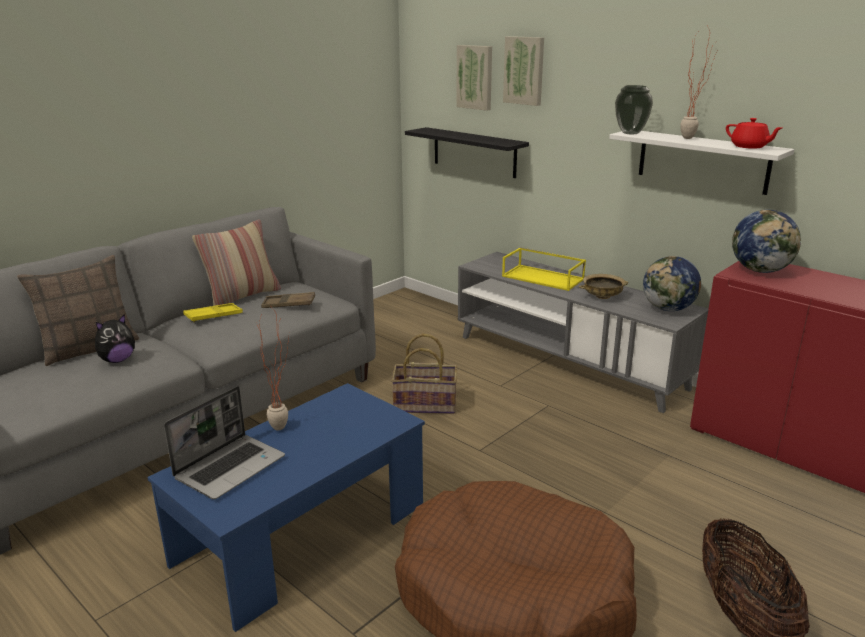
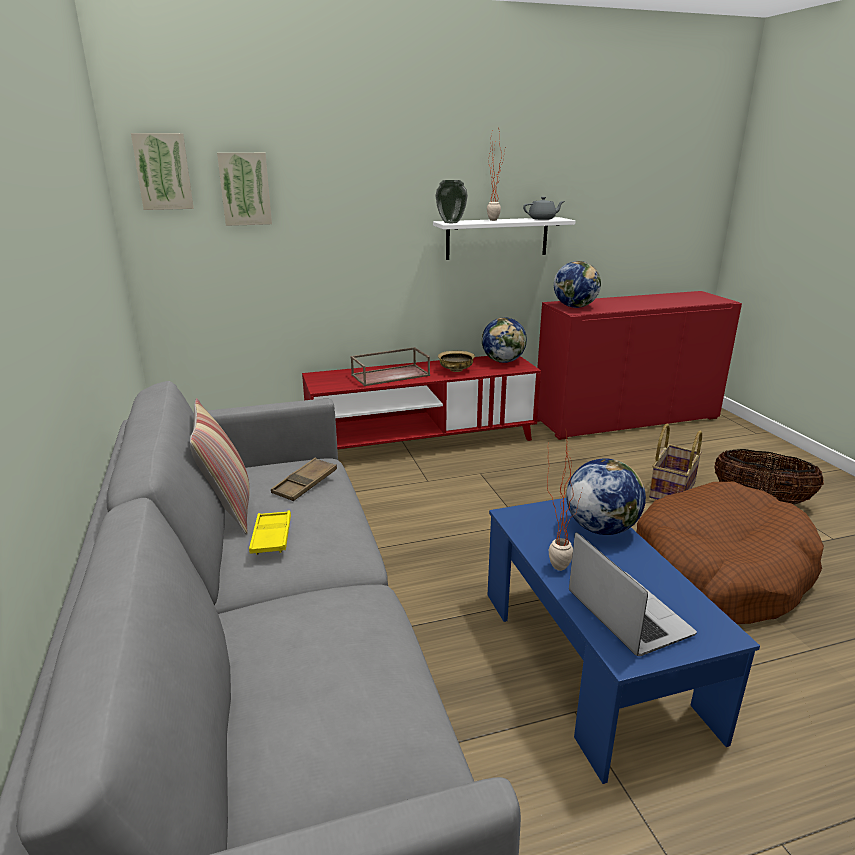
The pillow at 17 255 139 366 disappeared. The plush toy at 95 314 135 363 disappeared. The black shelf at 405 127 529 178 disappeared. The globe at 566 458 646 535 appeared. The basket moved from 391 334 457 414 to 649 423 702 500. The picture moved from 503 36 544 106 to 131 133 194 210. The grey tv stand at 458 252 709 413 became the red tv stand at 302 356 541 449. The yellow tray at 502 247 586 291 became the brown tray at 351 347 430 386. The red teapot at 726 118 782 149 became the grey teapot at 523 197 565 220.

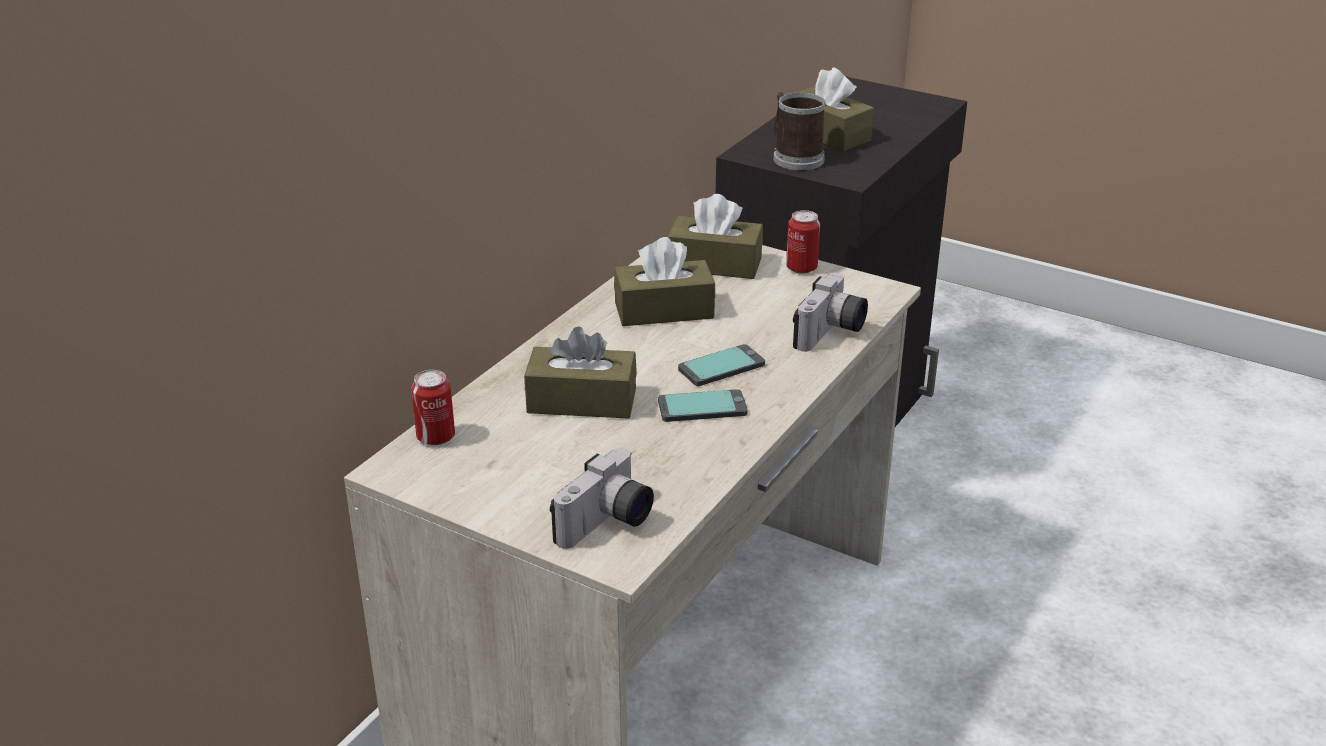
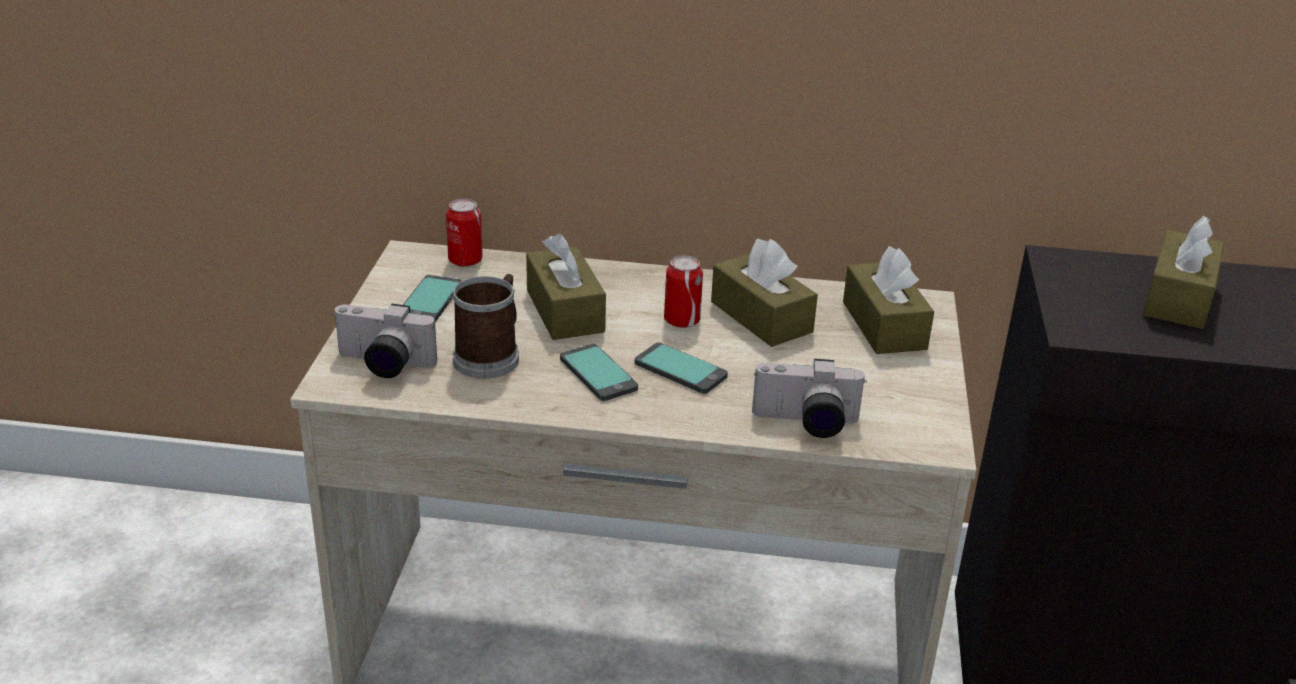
The phone at 403 275 462 322 appeared. The mug moved from 774 92 826 170 to 452 274 519 379. The can moved from 786 210 820 274 to 664 255 703 328.

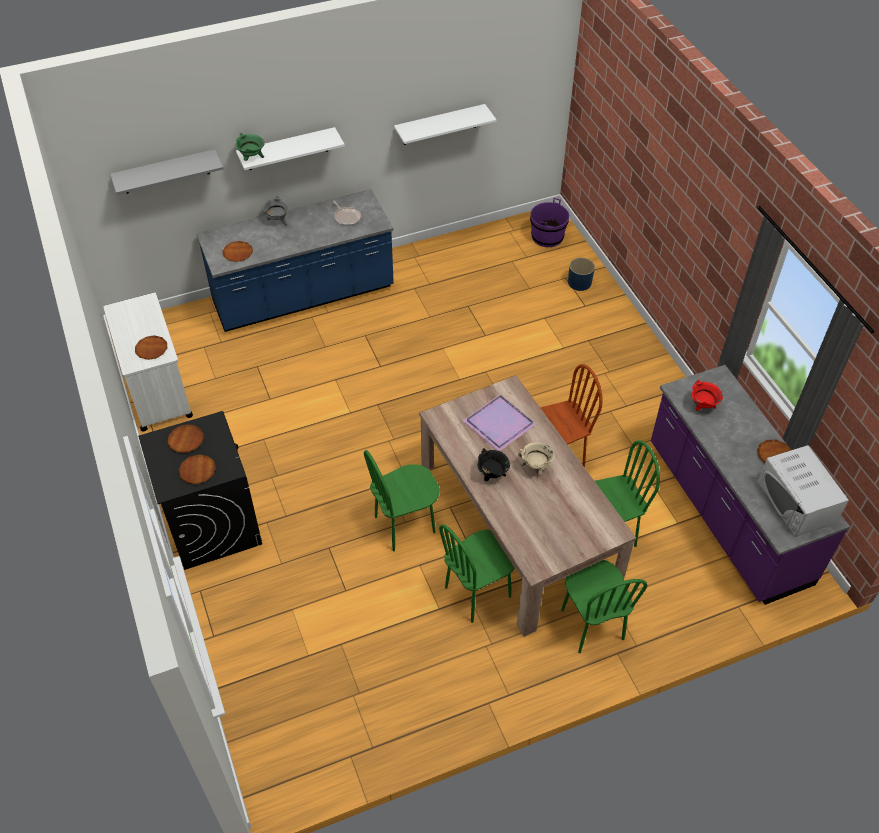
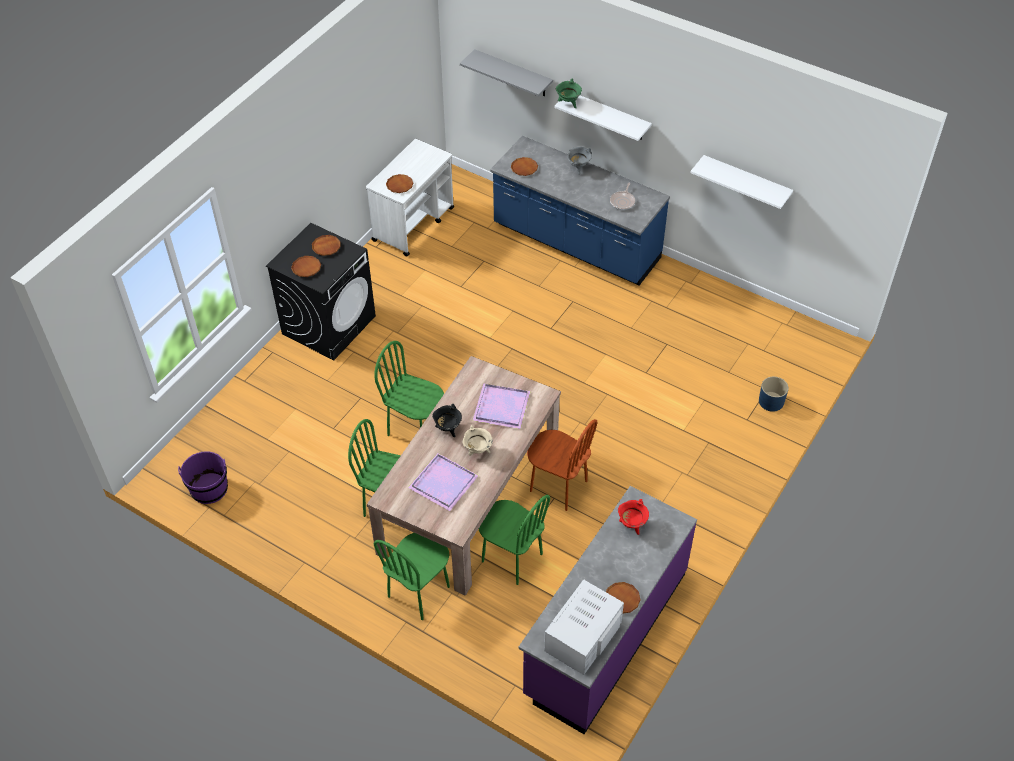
The purple tray at 408 453 479 511 appeared. The purple bucket moved from 530 198 569 247 to 178 451 228 504.

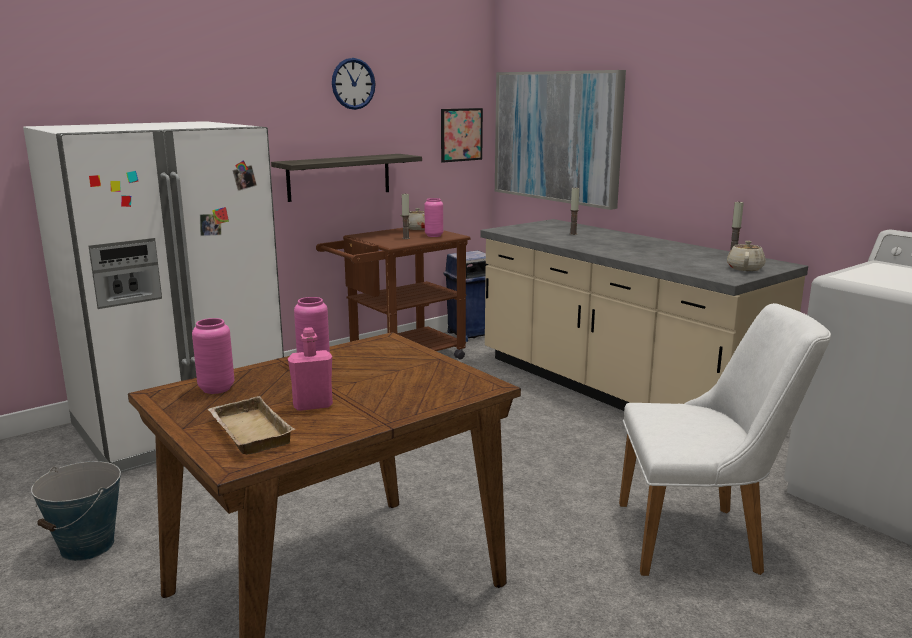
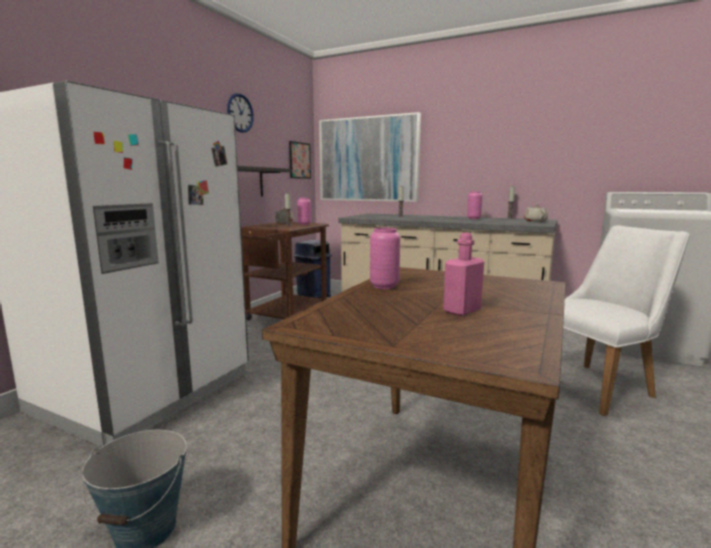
The beige tray at 208 396 296 455 disappeared. The pink vase moved from 192 318 234 394 to 467 191 482 219.

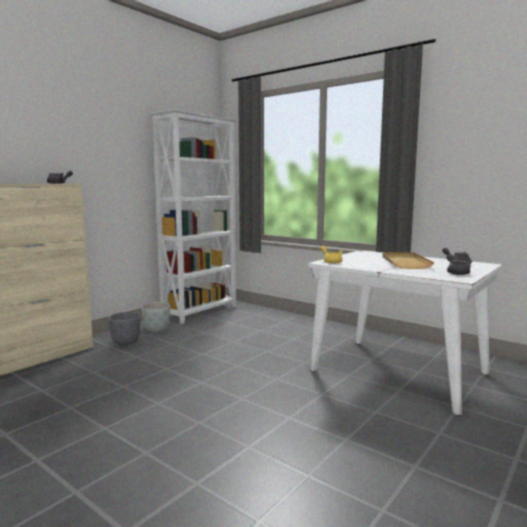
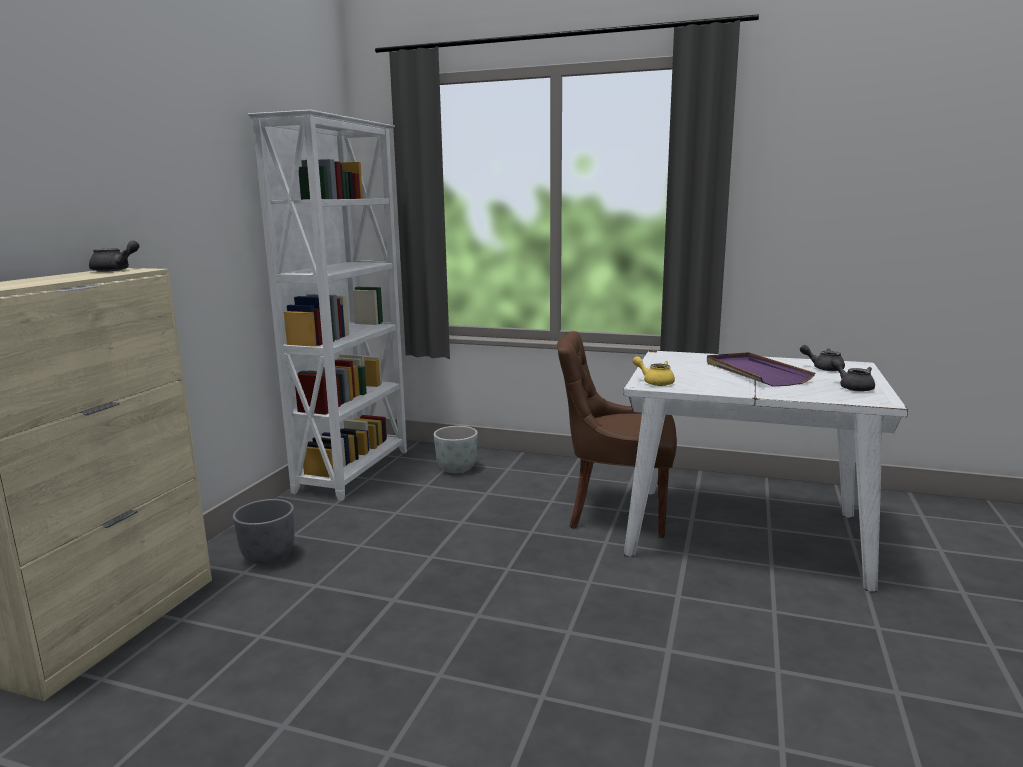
The brown chair at 557 331 677 538 appeared. The grey planter moved from 141 302 170 332 to 434 426 478 473. The beige tray at 382 252 434 269 became the purple tray at 707 352 815 386.

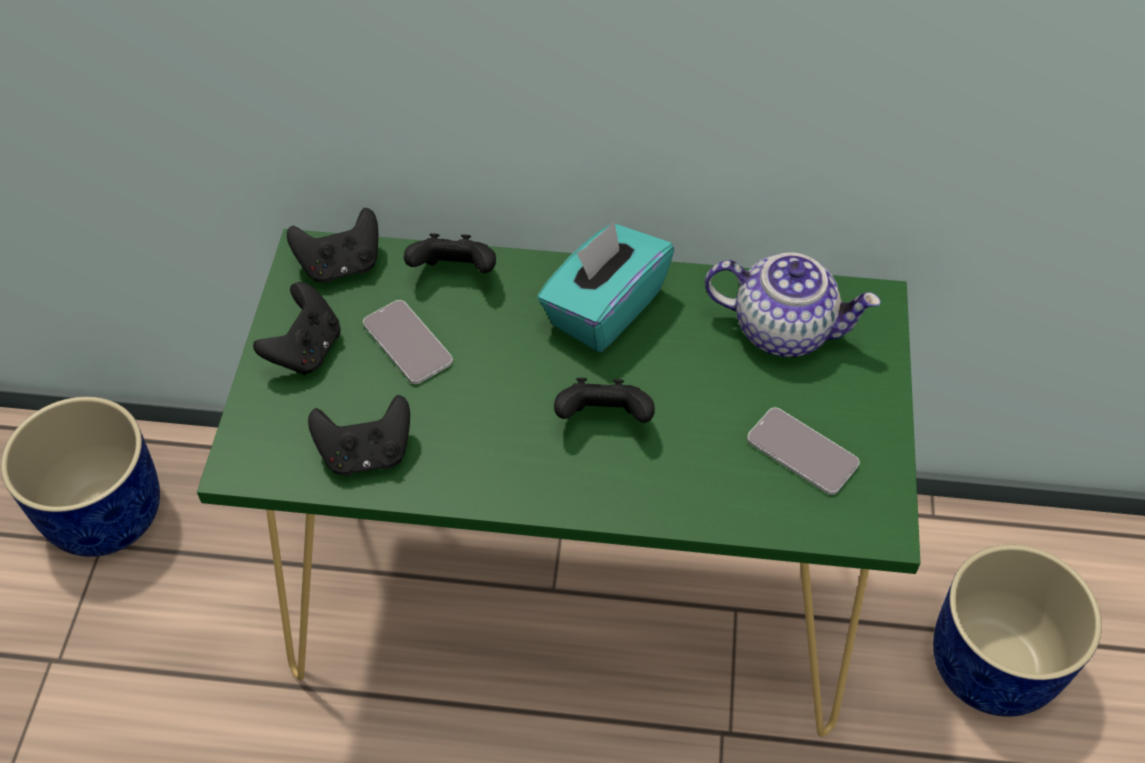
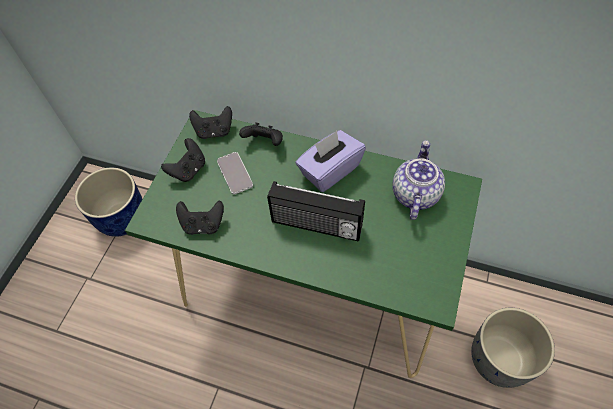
The phone at 747 408 860 495 disappeared. The black game controller at 554 378 655 423 was replaced by the radio at 267 181 365 242. The turquoise tissue box at 537 221 674 352 became the purple tissue box at 296 130 366 192. The blue planter at 933 544 1102 717 became the grey planter at 471 308 555 388. The teapot at 705 252 881 357 turned 105 degrees counterclockwise.

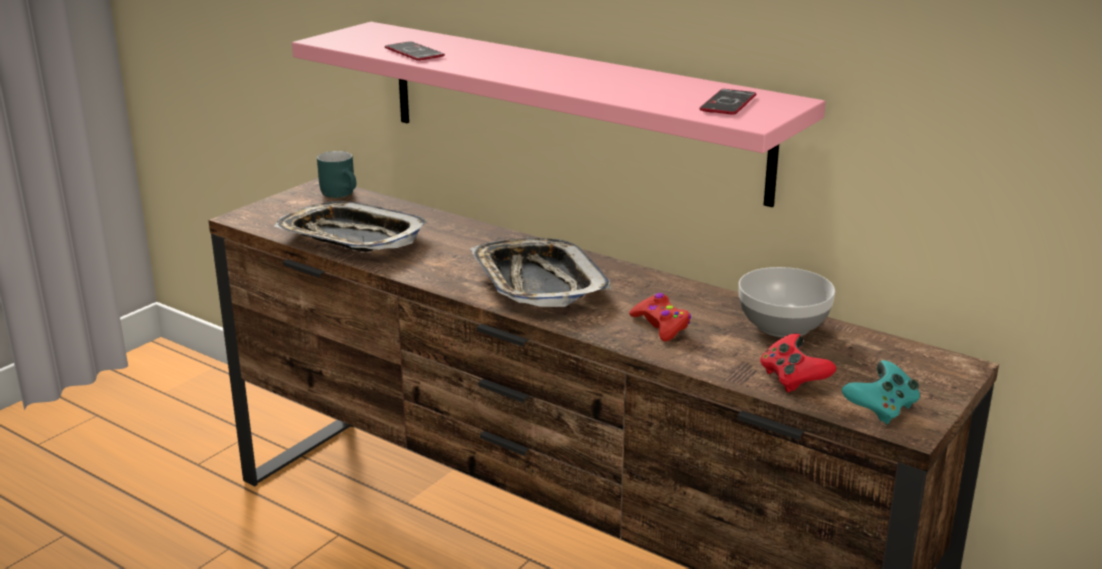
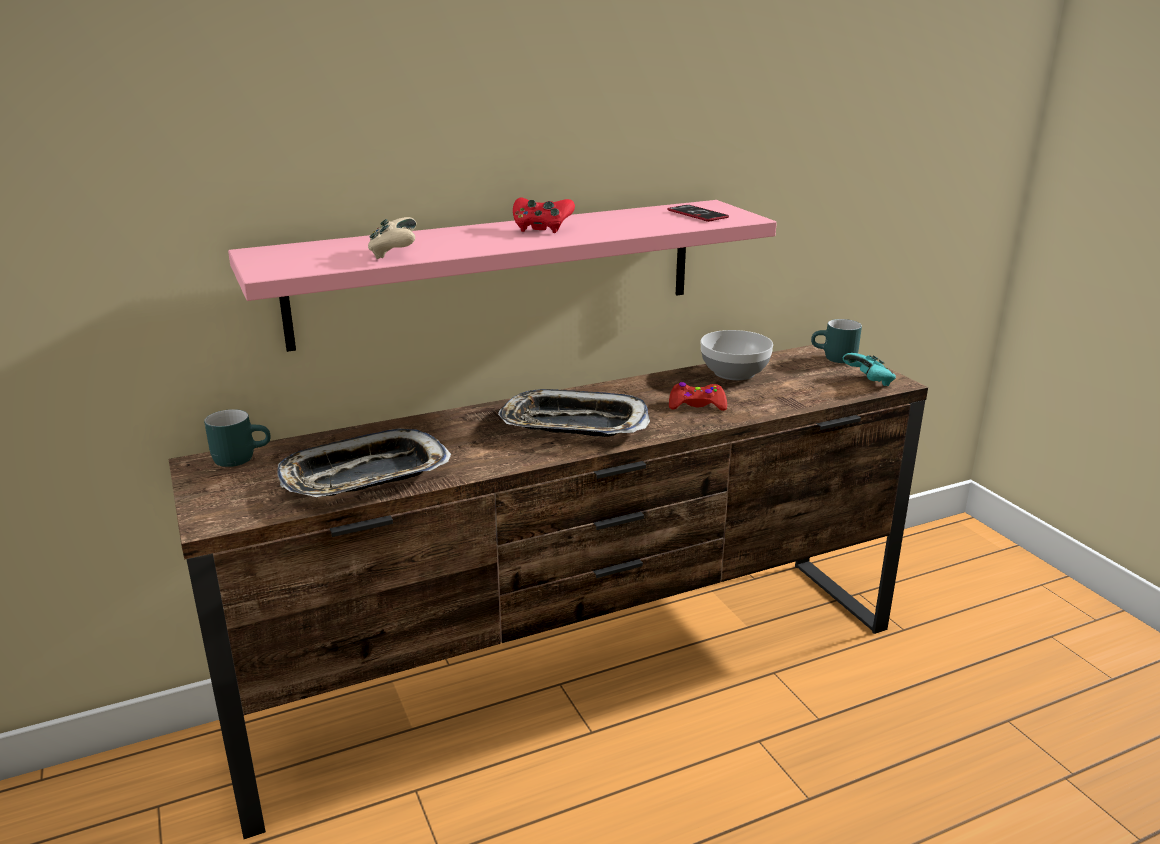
The turquoise mug at 811 319 862 363 appeared. The red game controller moved from 760 334 836 392 to 513 197 575 233. The phone at 385 41 445 61 was replaced by the beige game controller at 368 217 416 259.

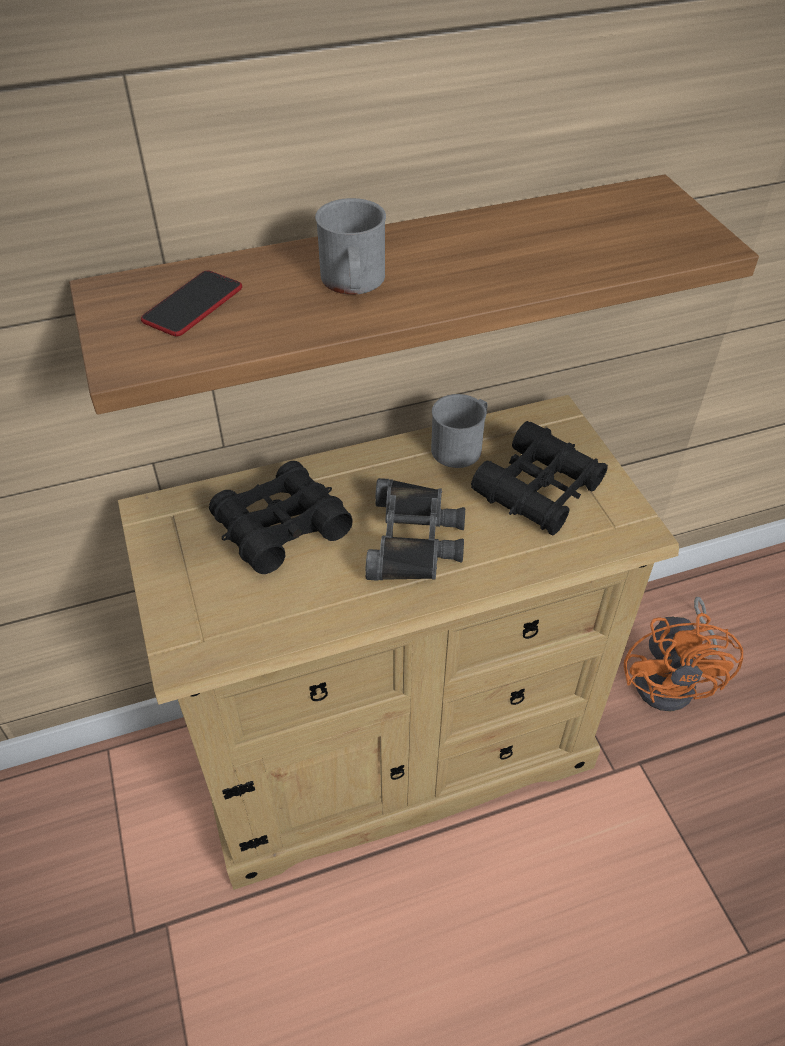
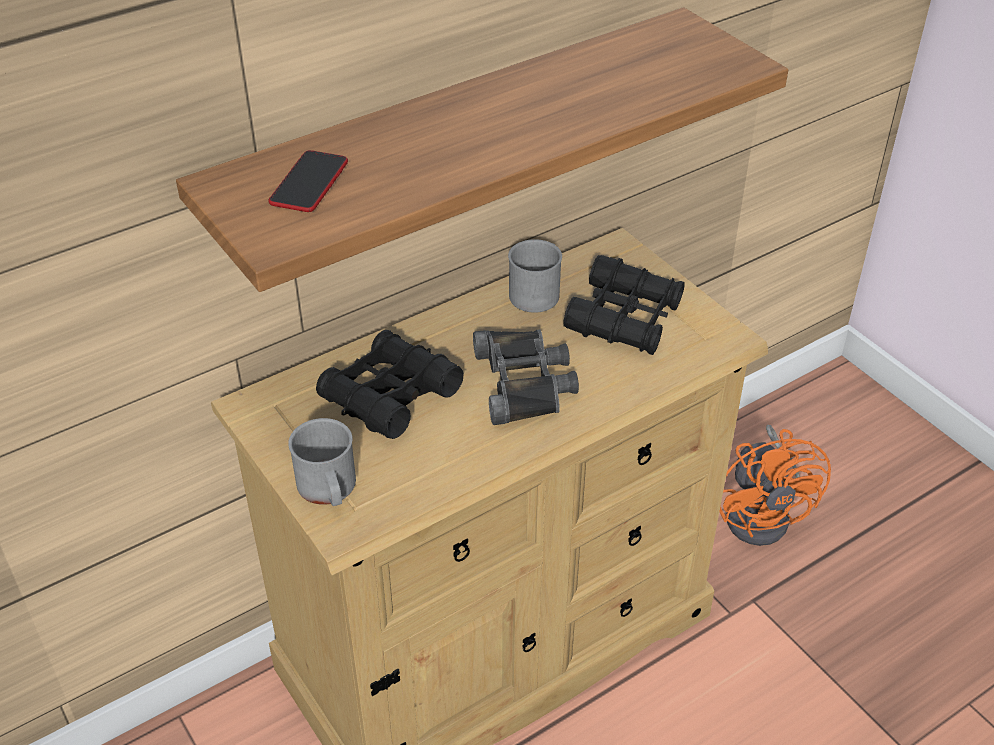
The grey mug moved from 315 198 386 295 to 288 418 356 506.

